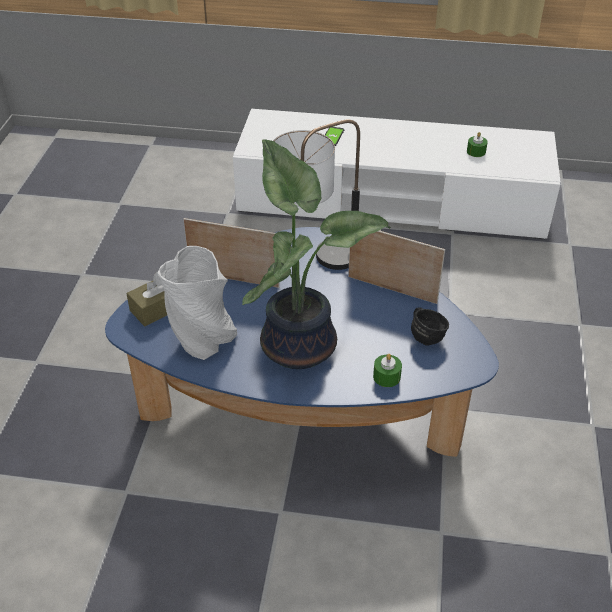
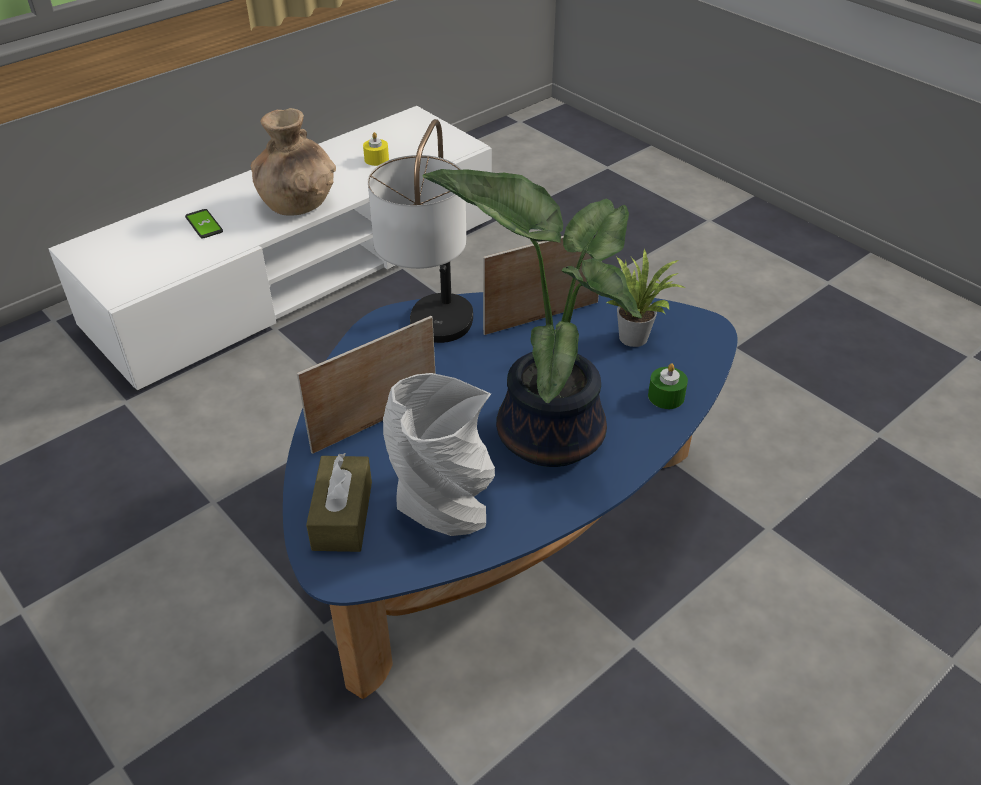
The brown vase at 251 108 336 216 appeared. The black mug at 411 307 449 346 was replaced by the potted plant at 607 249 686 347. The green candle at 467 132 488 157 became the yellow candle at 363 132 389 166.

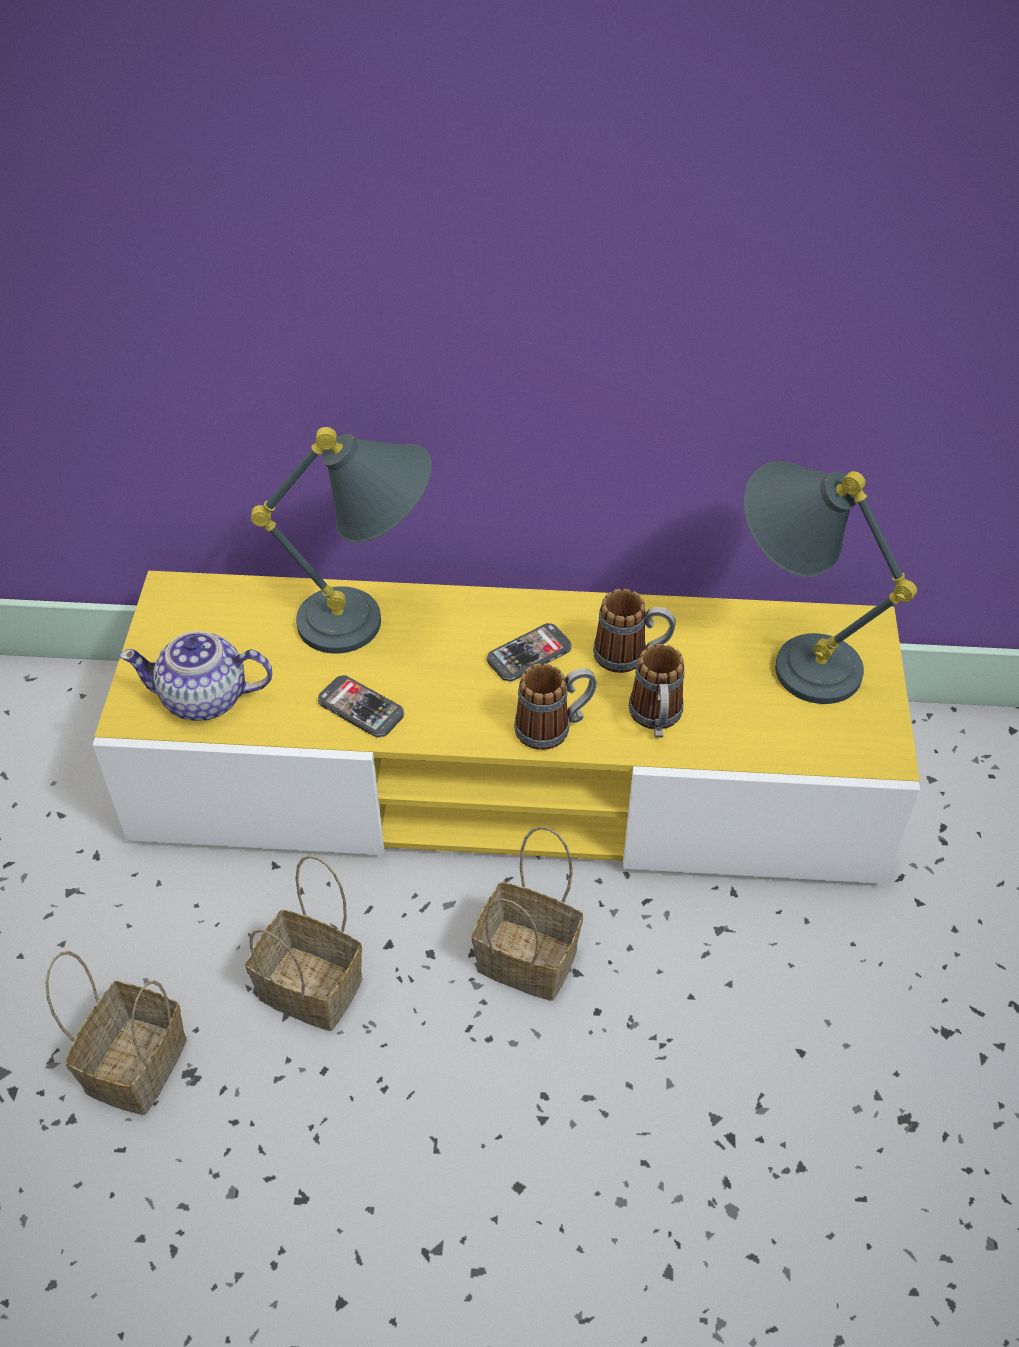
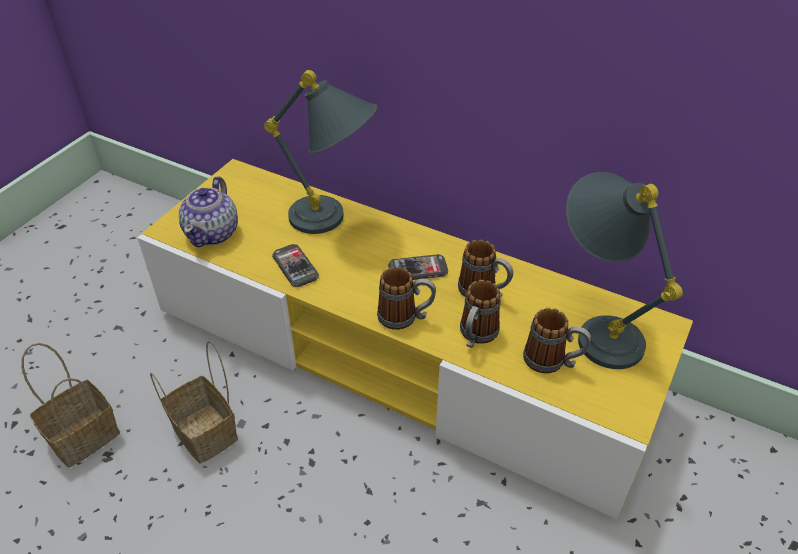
The basket at 472 826 583 1001 disappeared. The mug at 523 308 591 373 appeared. The teapot at 119 631 273 721 turned 105 degrees counterclockwise.

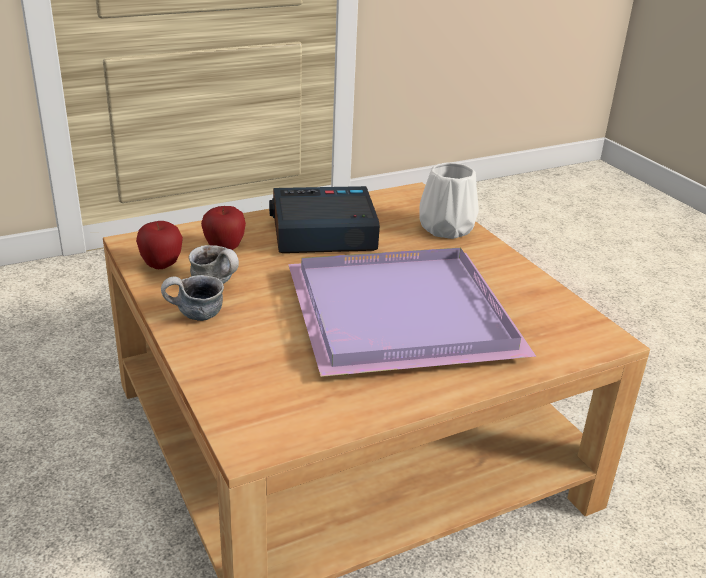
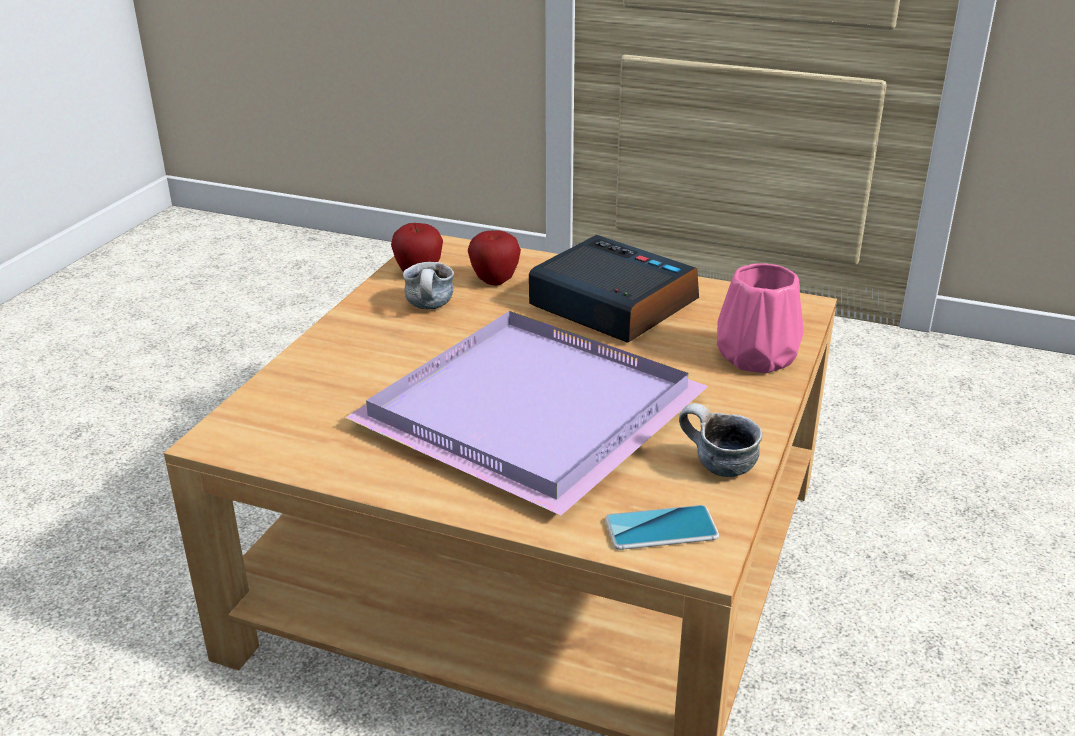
The phone at 605 505 719 550 appeared. The mug moved from 161 275 224 321 to 679 403 763 477. The white vase at 419 163 479 239 became the pink vase at 717 263 804 373.

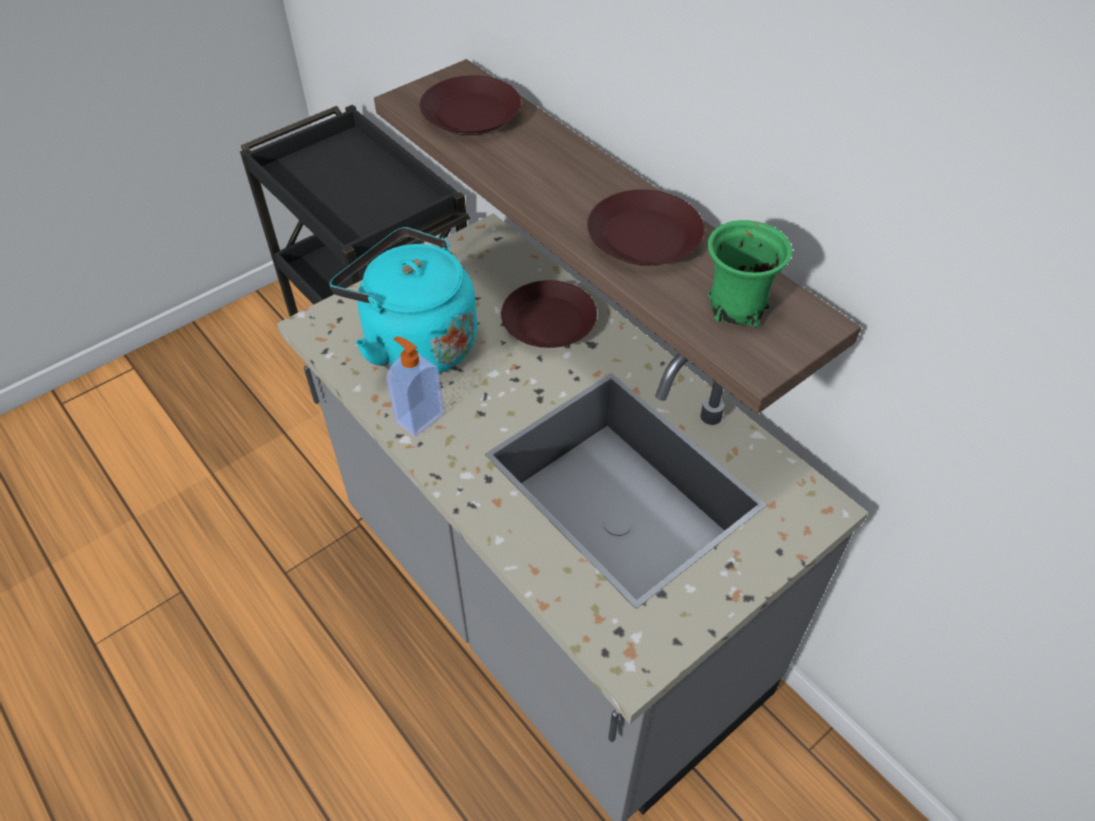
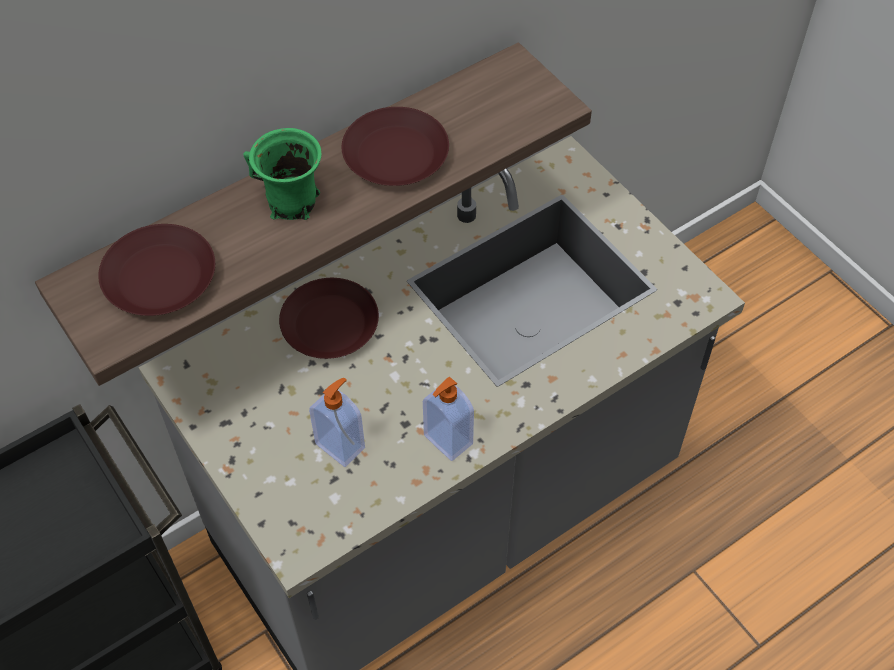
The green mug moved from 707 220 792 327 to 243 128 322 220. The turquoise kettle at 330 227 477 373 was replaced by the soap dispenser at 309 378 365 467.

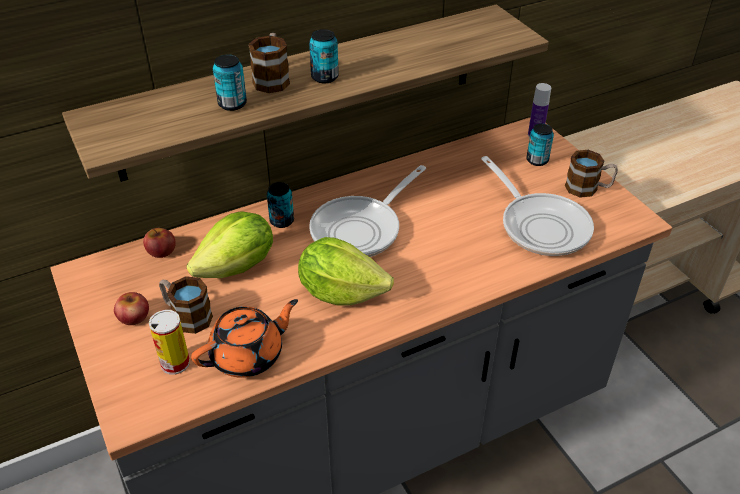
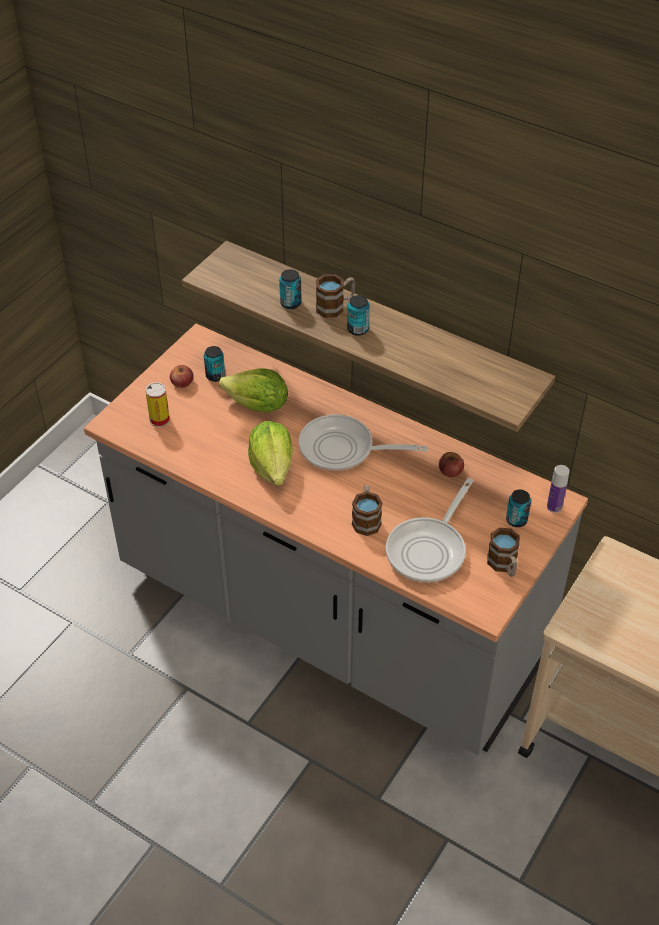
The orange teapot at 191 299 298 378 disappeared. The apple moved from 143 228 176 258 to 439 452 464 477. The mug moved from 159 276 213 334 to 352 485 382 536. The can moved from 267 182 294 228 to 204 346 225 382.

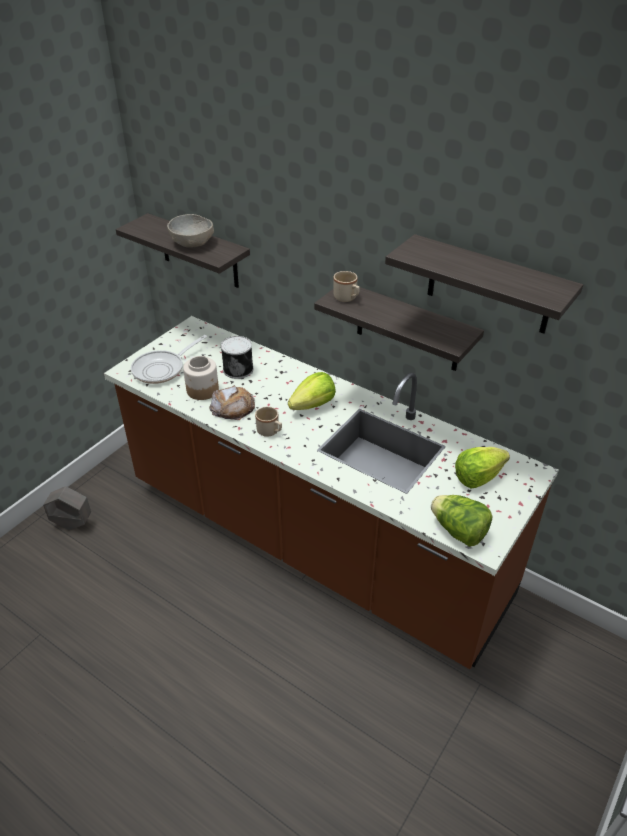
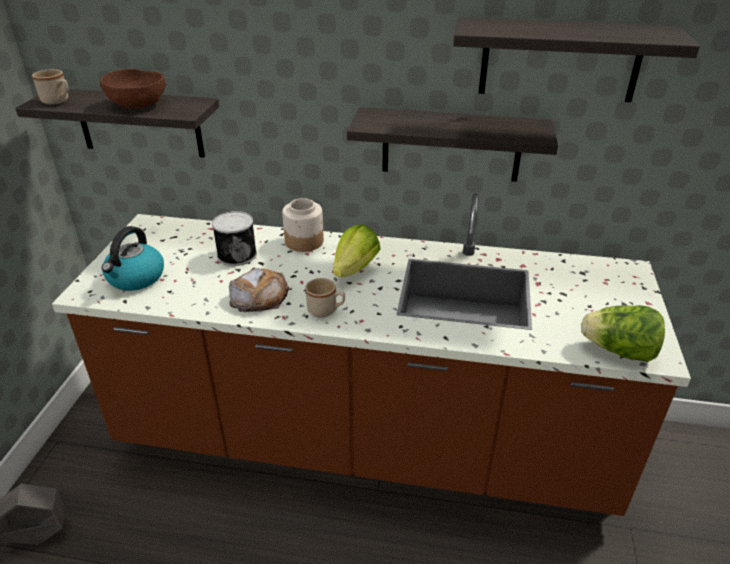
The lettuce at 455 447 510 488 disappeared. The jar moved from 183 356 219 400 to 282 198 324 252. The beige mug moved from 334 271 360 302 to 32 69 68 105. The frying pan at 131 335 207 384 was replaced by the kettle at 102 226 164 291. The grey bowl at 167 214 214 247 became the brown bowl at 100 69 166 108.

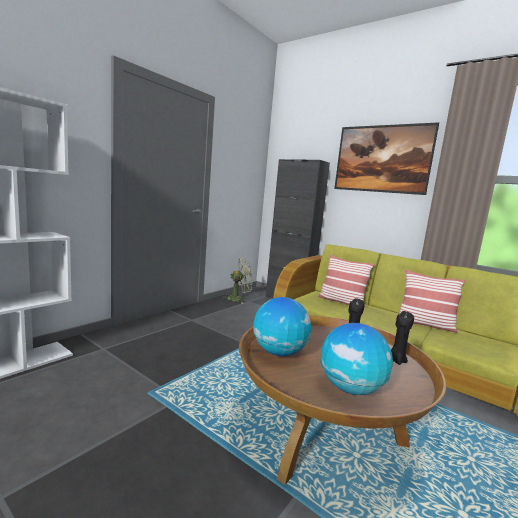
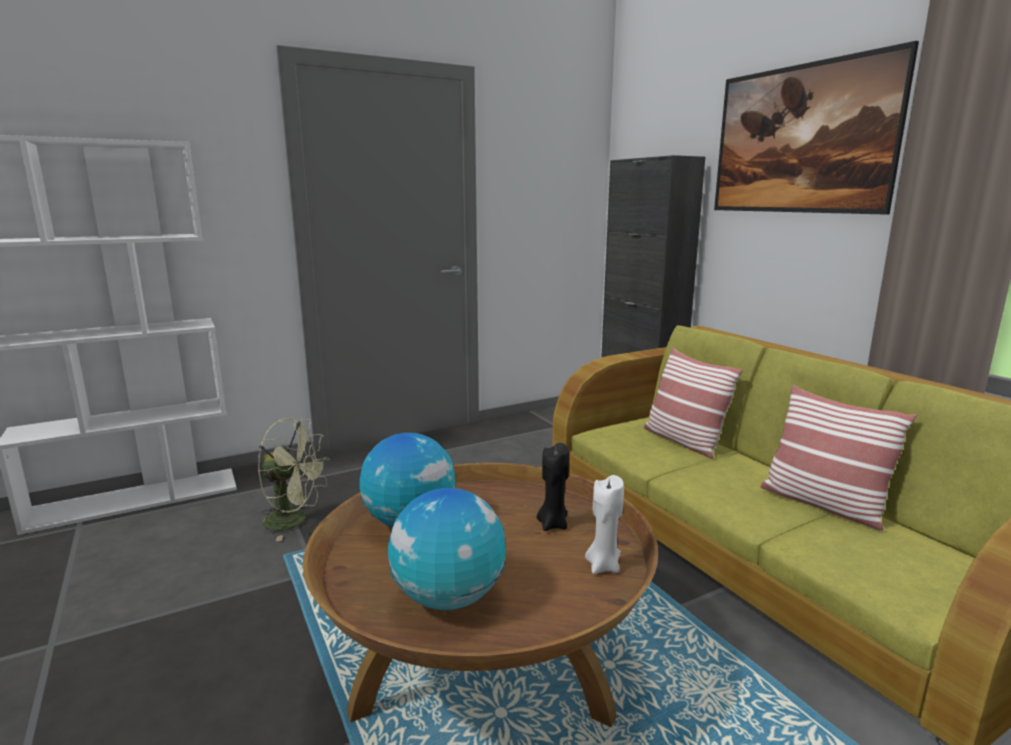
The green fan moved from 222 258 252 304 to 258 418 330 541. The black candle at 391 311 414 365 became the white candle at 585 475 624 574.

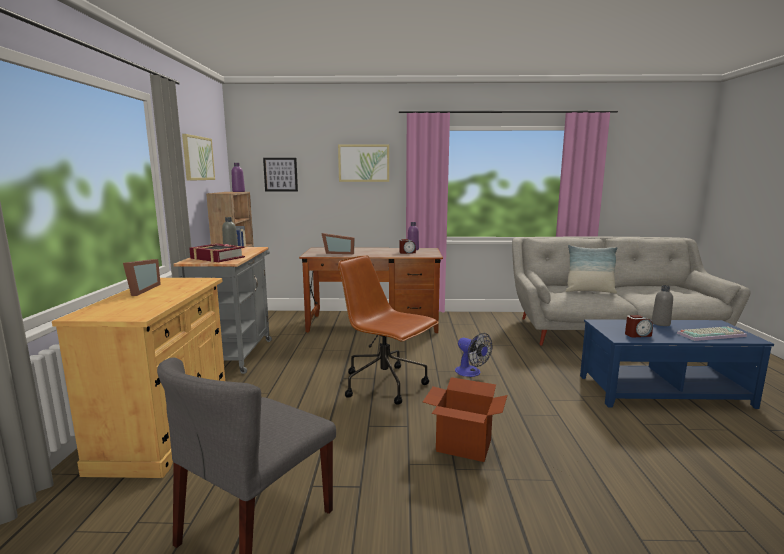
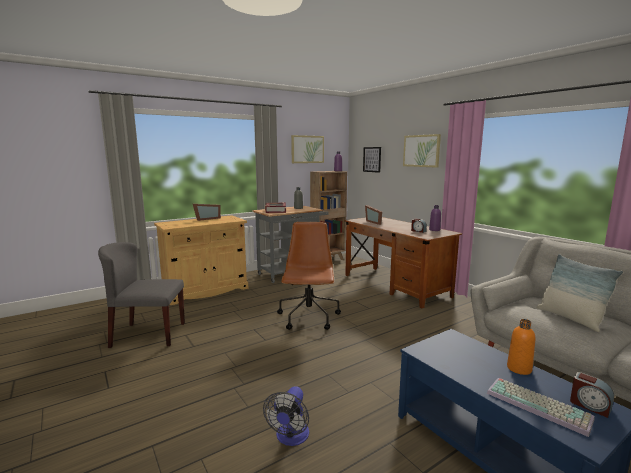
The cardboard box at 423 377 507 462 disappeared. The fan moved from 455 333 492 377 to 263 386 309 446. The alarm clock moved from 625 315 653 337 to 570 372 614 418. The grey bottle at 651 285 673 326 became the orange bottle at 507 319 535 375.

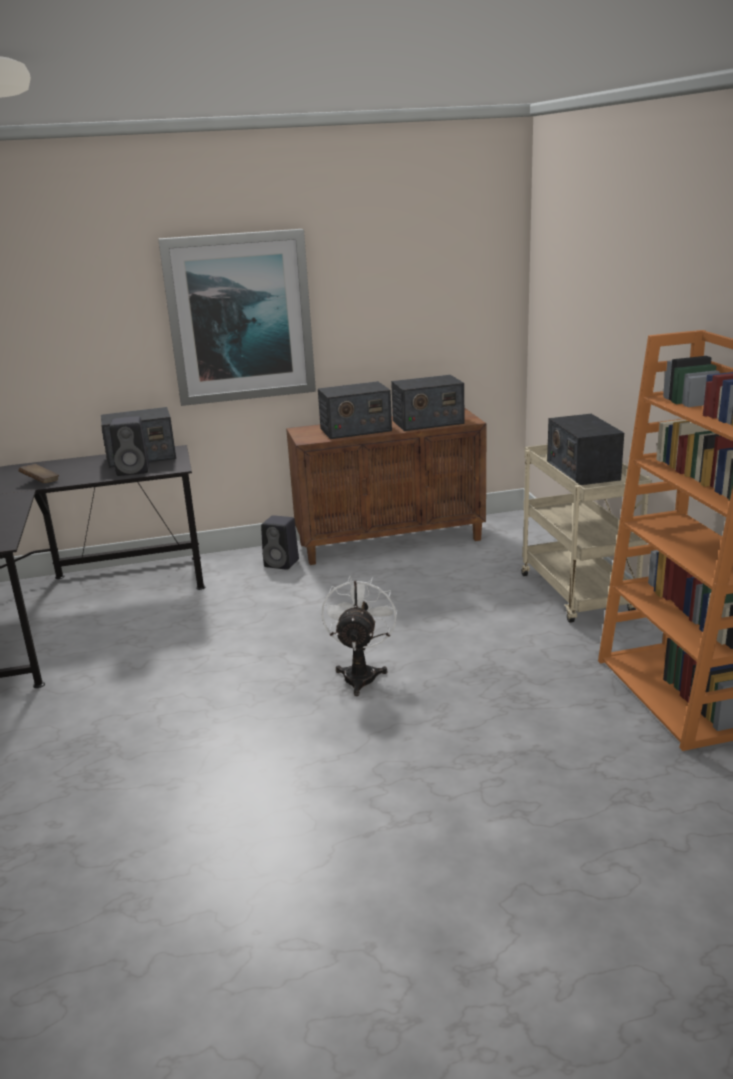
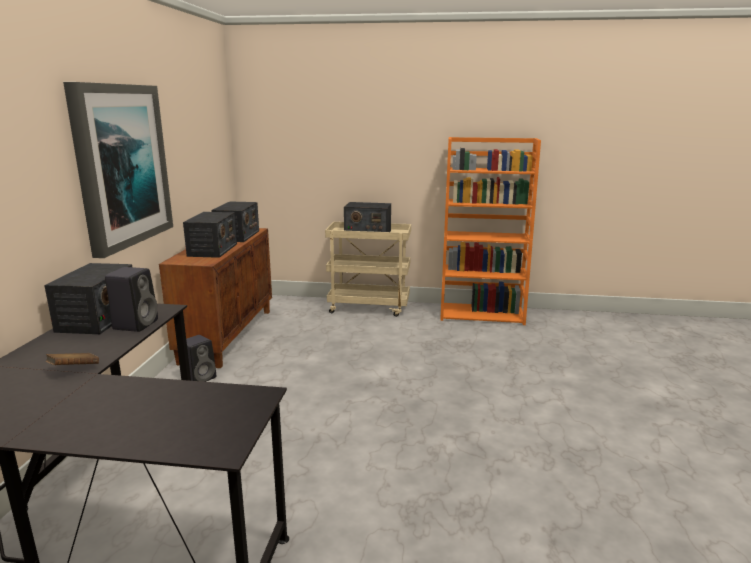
The white fan at 322 576 397 696 disappeared.

